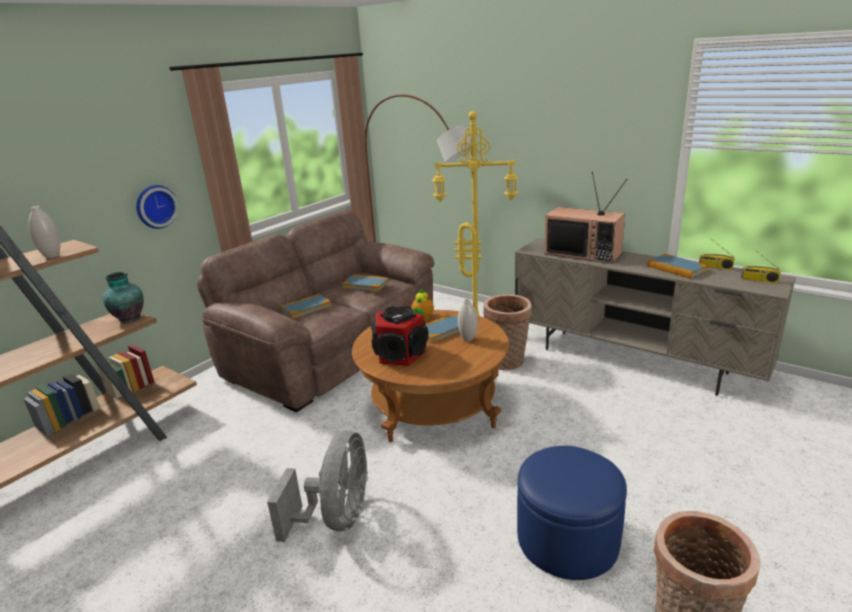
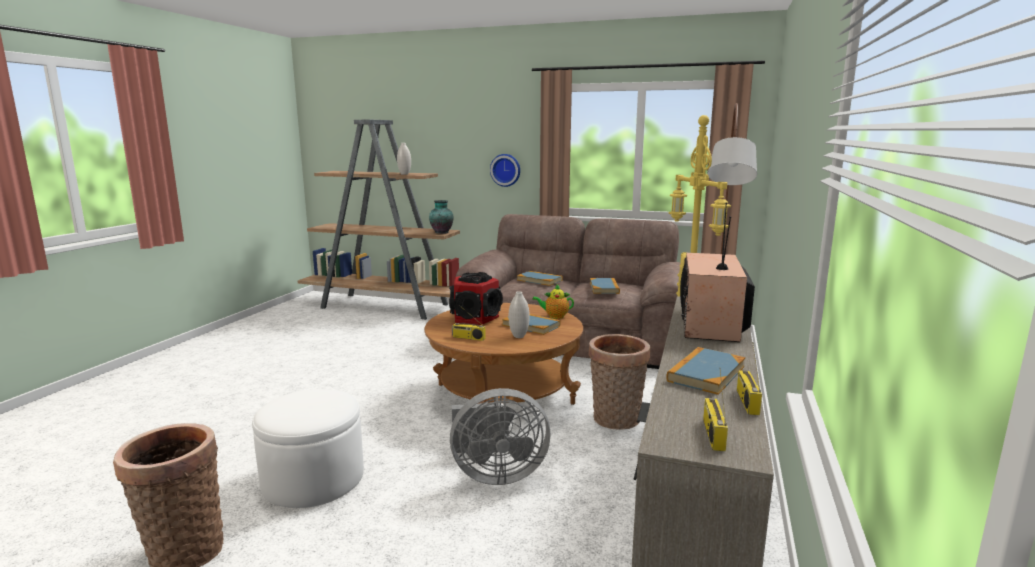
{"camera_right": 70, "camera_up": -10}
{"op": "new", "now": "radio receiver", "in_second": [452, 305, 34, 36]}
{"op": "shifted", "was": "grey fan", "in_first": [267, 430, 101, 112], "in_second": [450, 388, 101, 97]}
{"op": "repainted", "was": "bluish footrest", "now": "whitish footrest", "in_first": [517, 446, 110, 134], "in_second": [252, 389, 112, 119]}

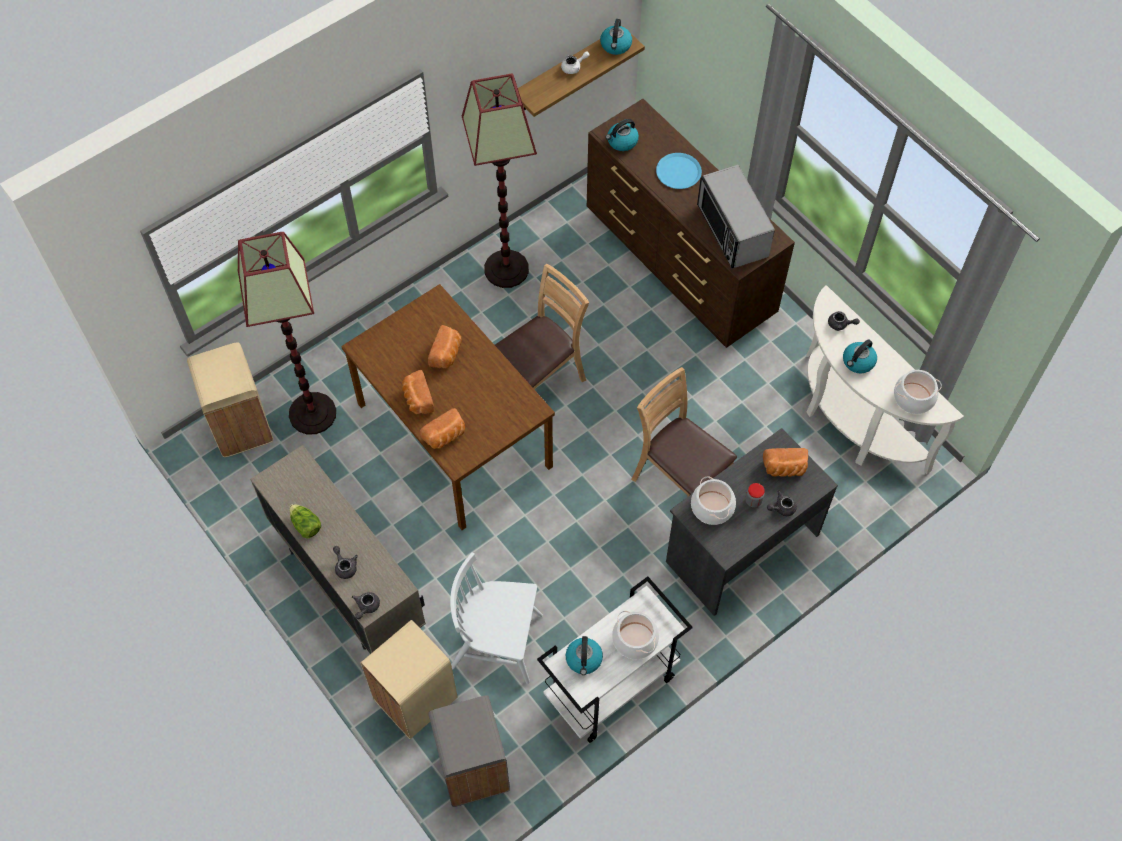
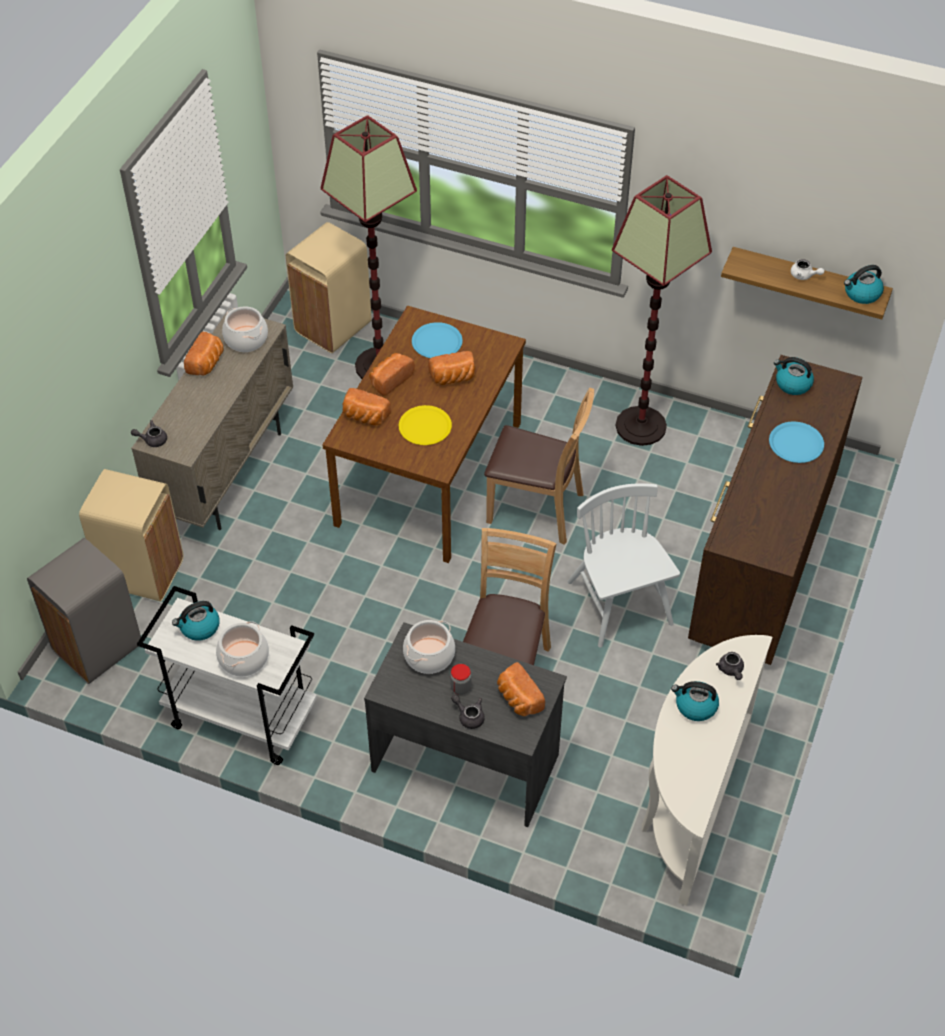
{"camera_right": 60, "camera_up": -10}
{"op": "gone", "was": "grey teapot", "in_first": [333, 546, 25, 33]}
{"op": "gone", "was": "kitchen microwave", "in_first": [697, 165, 78, 103]}
{"op": "new", "now": "yellowish plate", "in_second": [399, 405, 53, 40]}
{"op": "new", "now": "bluish plate", "in_second": [412, 322, 51, 36]}
{"op": "shifted", "was": "whitish upright chair", "in_first": [450, 552, 93, 132], "in_second": [567, 483, 113, 165]}
{"op": "shifted", "was": "cooking pot", "in_first": [894, 370, 48, 44], "in_second": [222, 306, 46, 46]}
{"op": "swapped", "was": "lettuce head", "now": "baked bread", "in_first": [289, 504, 32, 34], "in_second": [184, 332, 40, 43]}

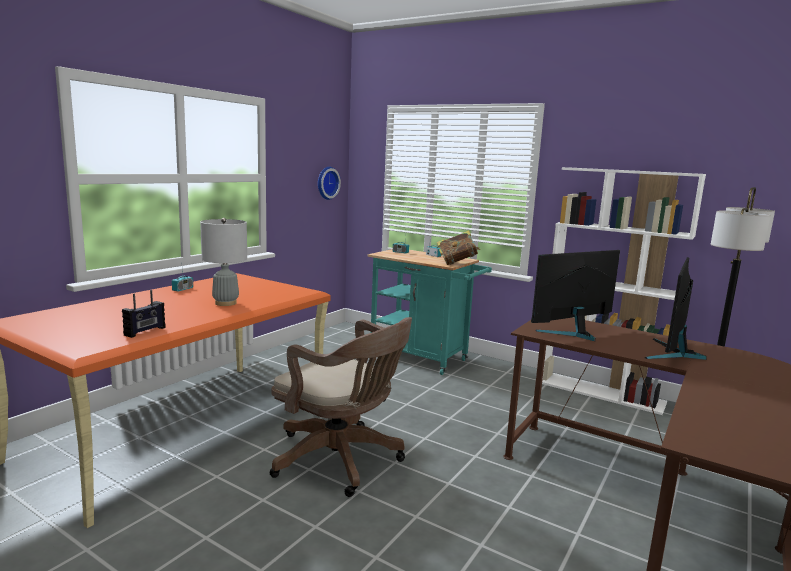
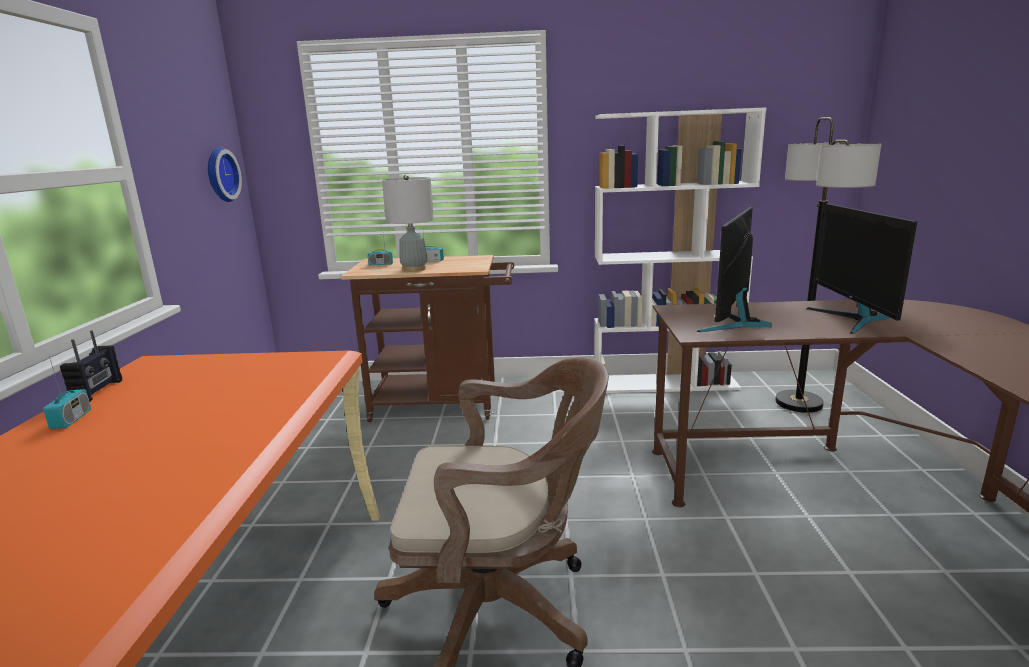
{"camera_right": -30, "camera_up": 5}
{"op": "gone", "was": "volume", "in_first": [437, 230, 43, 35]}
{"op": "shifted", "was": "radio receiver", "in_first": [122, 290, 43, 48], "in_second": [60, 330, 62, 72]}
{"op": "shifted", "was": "grey table lamp", "in_first": [200, 218, 47, 88], "in_second": [382, 175, 52, 97]}
{"op": "repainted", "was": "blue-green wheeled cart", "now": "brown-coloured wheeled cart", "in_first": [368, 249, 124, 126], "in_second": [341, 255, 173, 167]}

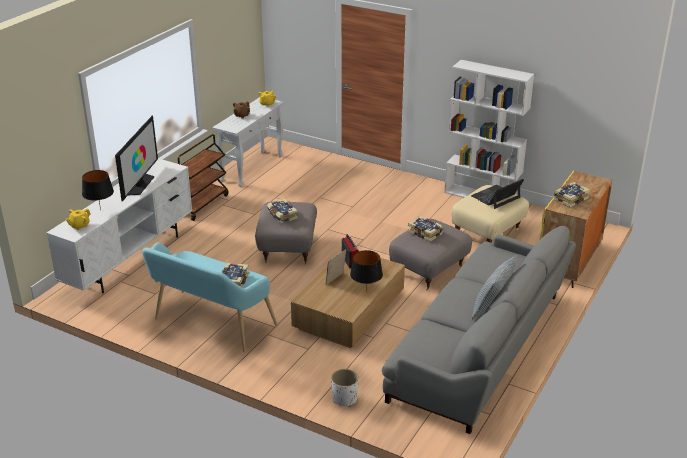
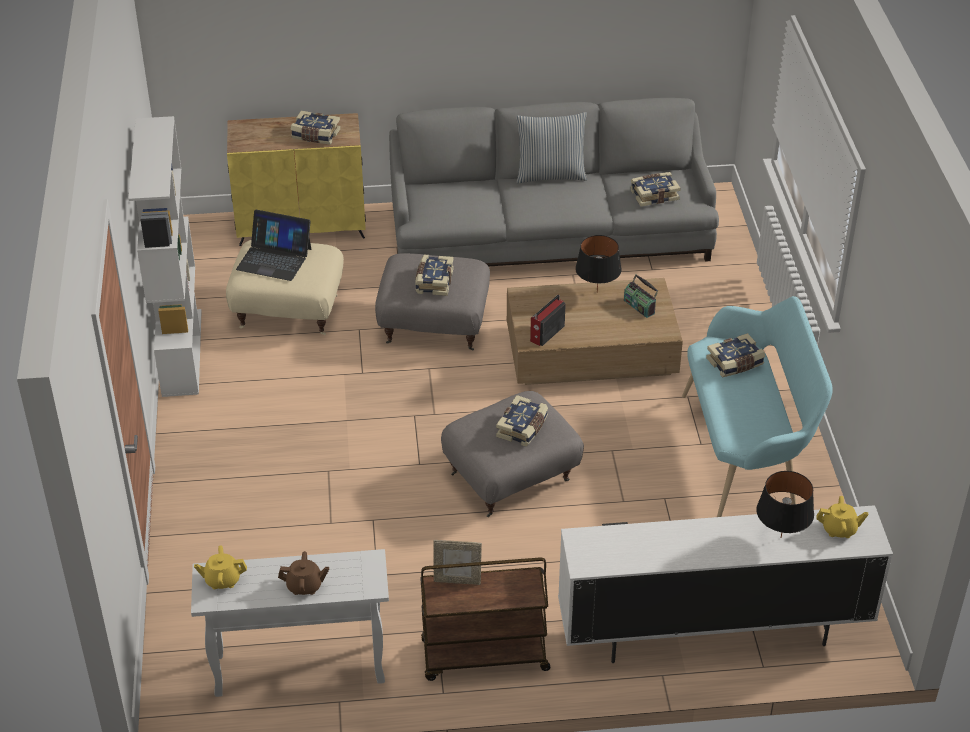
{"camera_right": -125, "camera_up": 10}
{"op": "gone", "was": "TV", "in_first": [115, 115, 43, 87]}
{"op": "gone", "was": "whitish plant pot", "in_first": [331, 369, 28, 38]}
{"op": "new", "now": "radio receiver", "in_second": [624, 274, 34, 44]}
{"op": "new", "now": "volume", "in_second": [630, 172, 51, 35]}
{"op": "shifted", "was": "photo frame", "in_first": [326, 249, 20, 36], "in_second": [433, 540, 49, 45]}

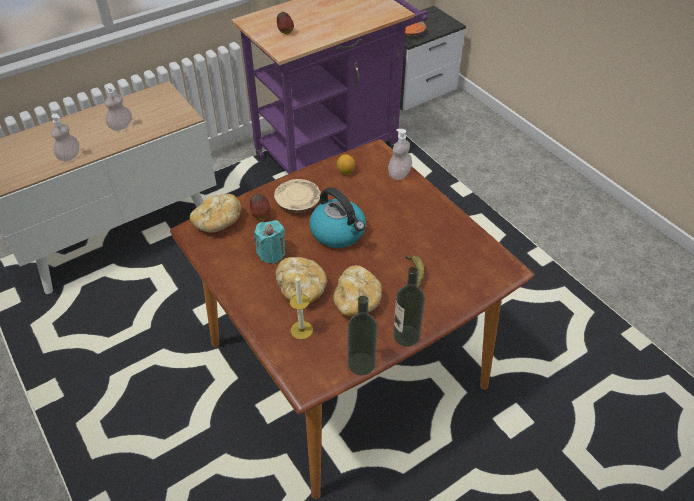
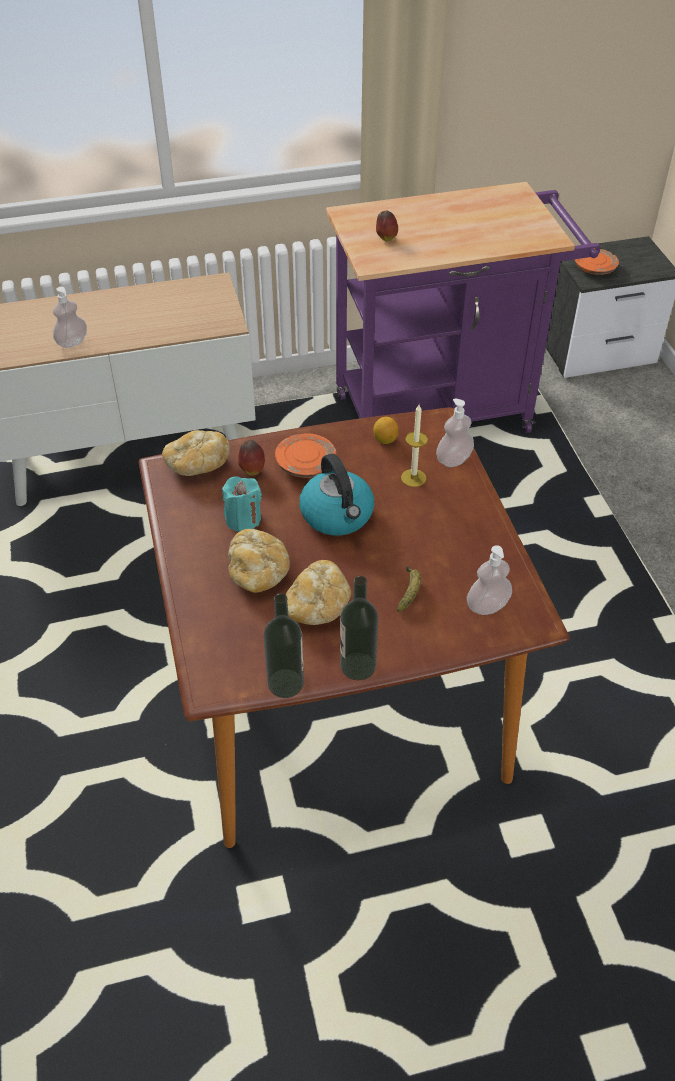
{"camera_right": 20, "camera_up": 0}
{"op": "shifted", "was": "liquid soap bottle", "in_first": [104, 84, 28, 47], "in_second": [467, 545, 45, 70]}
{"op": "shifted", "was": "wax candle", "in_first": [289, 275, 24, 64], "in_second": [401, 405, 27, 82]}
{"op": "repainted", "was": "beige-coloured plate", "now": "orangey plate", "in_first": [274, 179, 47, 33], "in_second": [275, 433, 61, 45]}

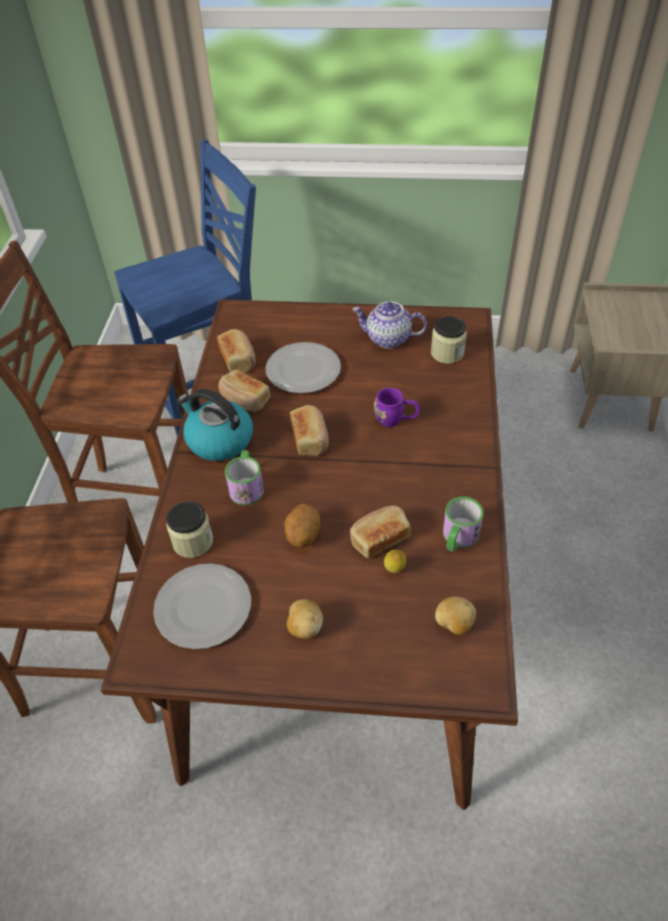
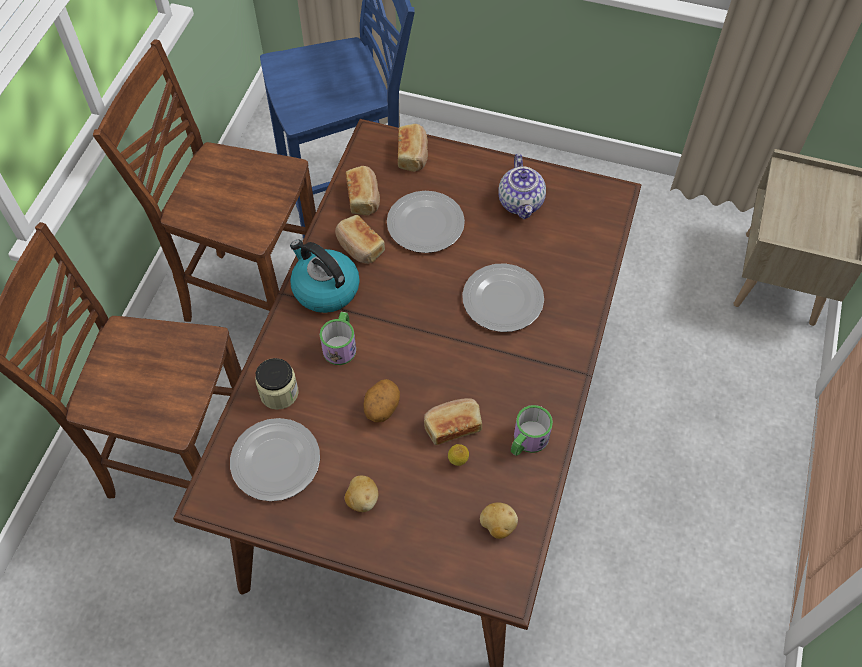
{"camera_right": 10, "camera_up": 10}
{"op": "gone", "was": "storage jar", "in_first": [431, 316, 36, 48]}
{"op": "shifted", "was": "baked bread", "in_first": [290, 405, 39, 51], "in_second": [398, 124, 30, 48]}
{"op": "swapped", "was": "purplish mug", "now": "plate", "in_first": [374, 388, 46, 39], "in_second": [462, 264, 82, 68]}
{"op": "rotated", "was": "teapot", "in_first": [352, 301, 75, 48], "in_second": [498, 154, 48, 65], "clockwise": -120}

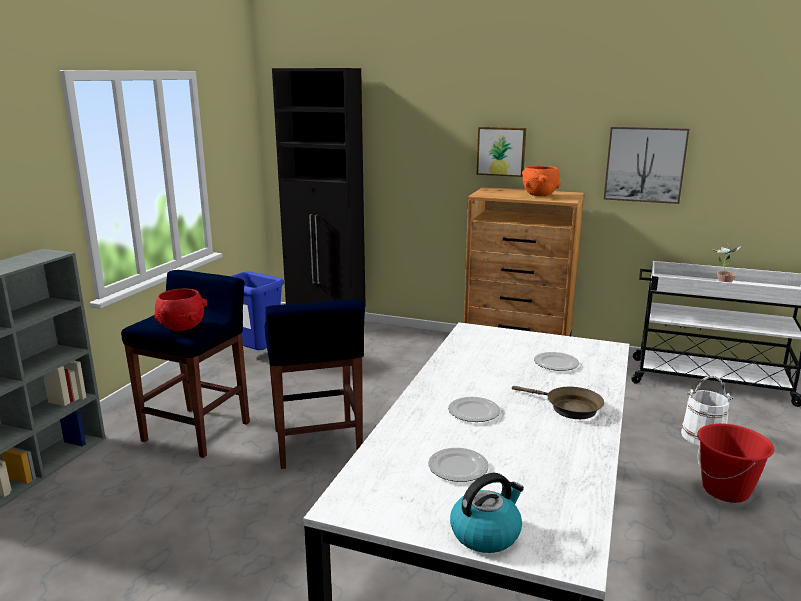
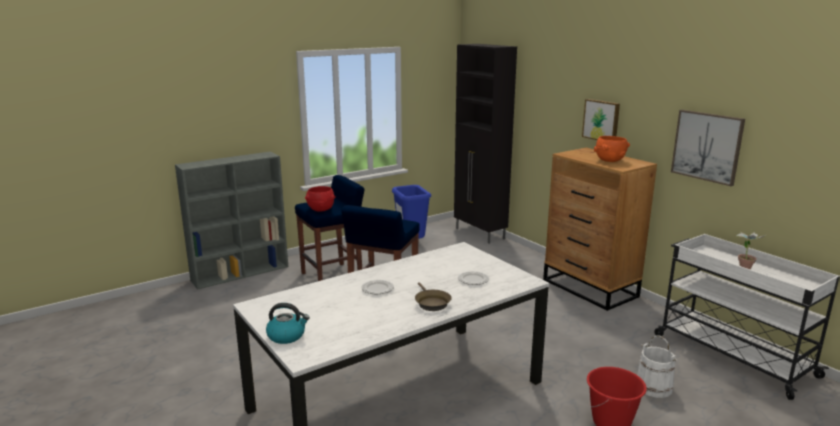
{"camera_right": 35, "camera_up": 0}
{"op": "gone", "was": "plate", "in_first": [428, 448, 61, 34]}

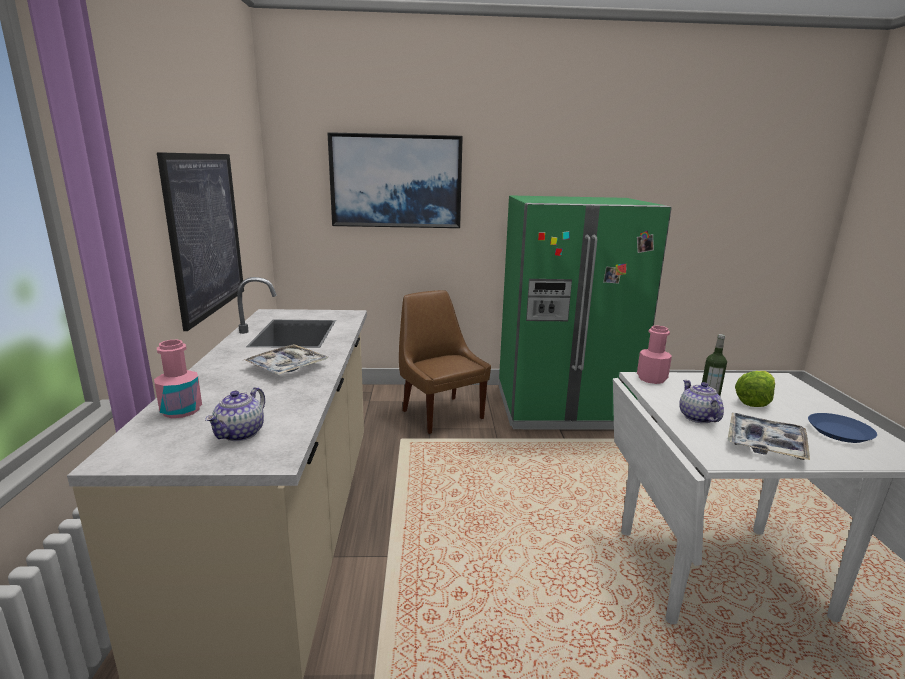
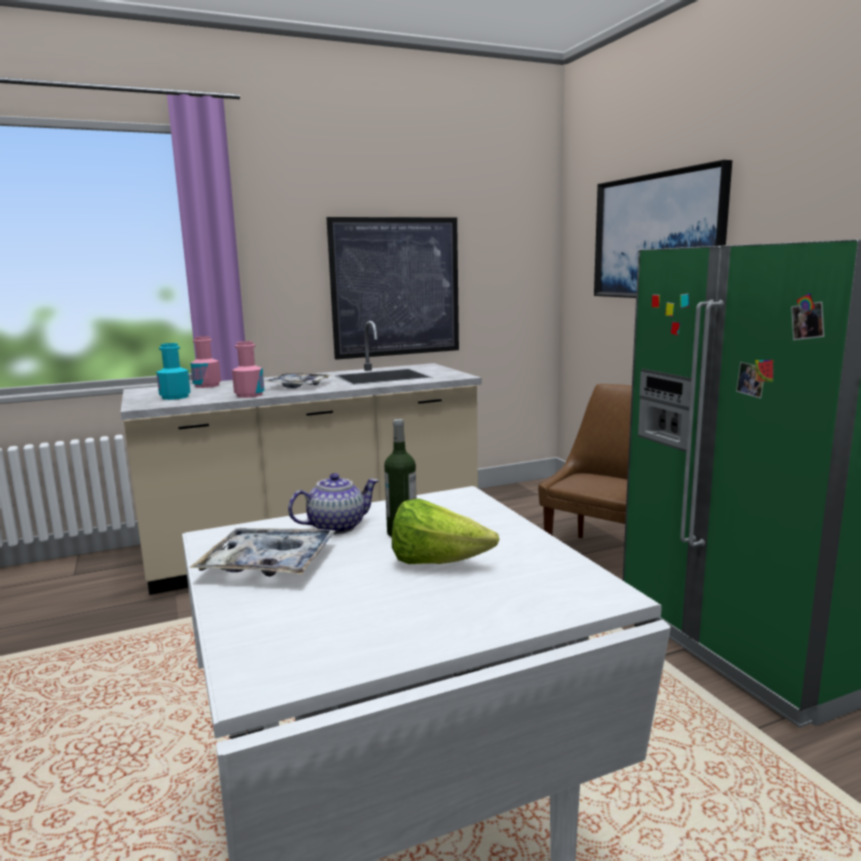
{"camera_right": 70, "camera_up": -5}
{"op": "gone", "was": "bluish plate", "in_first": [808, 413, 69, 30]}
{"op": "shifted", "was": "pink beverage bottle", "in_first": [637, 326, 35, 58], "in_second": [232, 341, 32, 57]}
{"op": "swapped", "was": "teapot", "now": "blue-green beverage bottle", "in_first": [205, 387, 60, 54], "in_second": [156, 343, 35, 57]}

